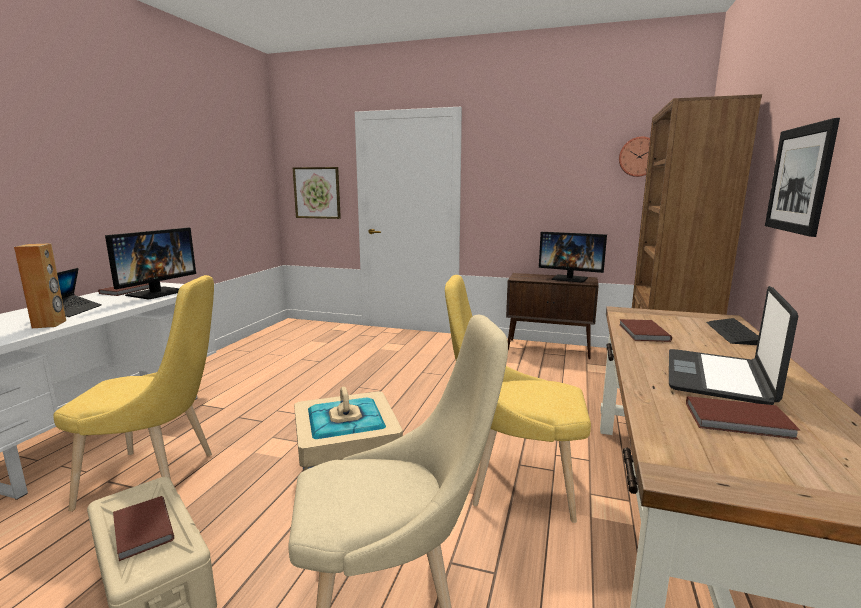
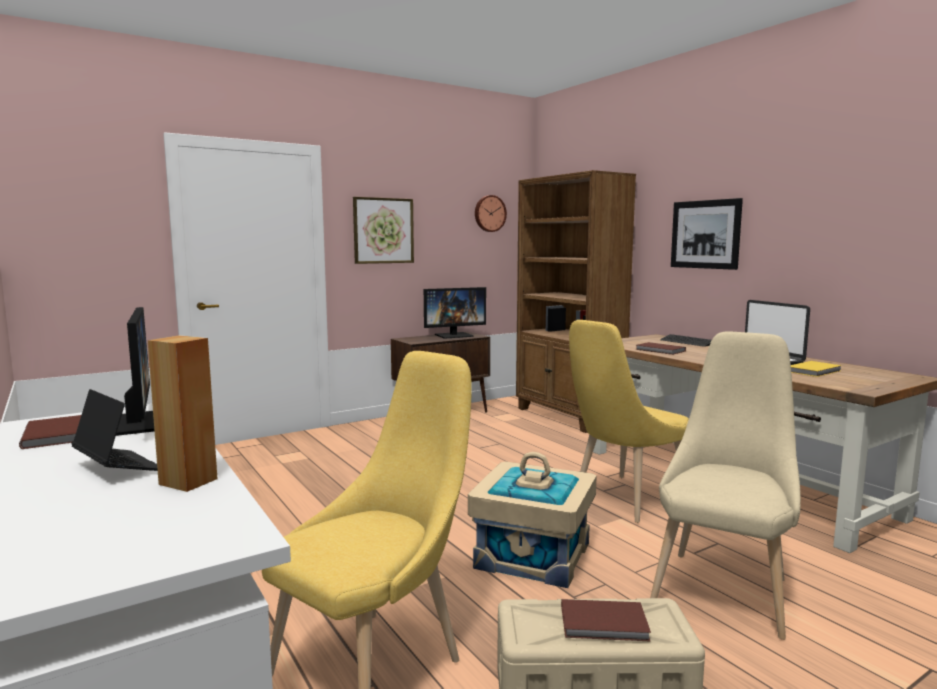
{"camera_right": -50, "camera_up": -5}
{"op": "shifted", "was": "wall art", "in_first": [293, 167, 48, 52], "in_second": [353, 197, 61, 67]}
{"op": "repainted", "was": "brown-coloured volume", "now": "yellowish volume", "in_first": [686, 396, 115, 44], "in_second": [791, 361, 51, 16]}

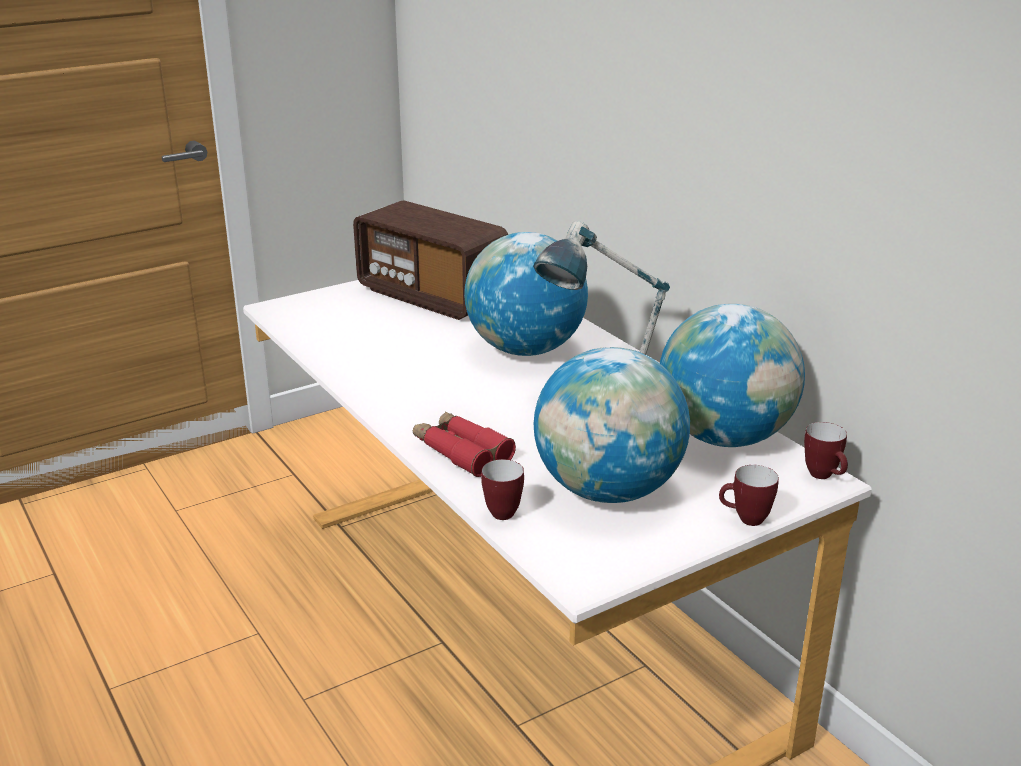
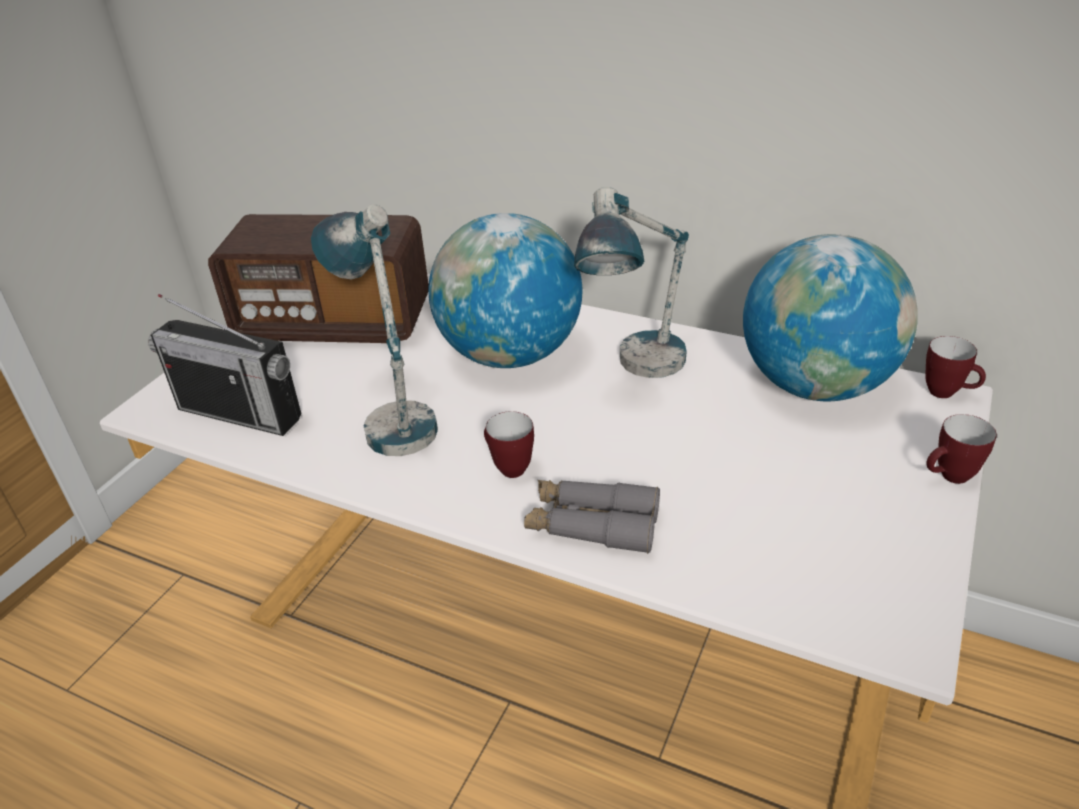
{"camera_right": -30, "camera_up": 10}
{"op": "gone", "was": "world globe", "in_first": [534, 347, 156, 156]}
{"op": "new", "now": "radio receiver", "in_second": [148, 294, 153, 142]}
{"op": "new", "now": "table lamp", "in_second": [311, 204, 127, 252]}
{"op": "shifted", "was": "mug", "in_first": [481, 459, 43, 61], "in_second": [484, 411, 50, 67]}
{"op": "repainted", "was": "red-coloured pair of binoculars", "now": "grey pair of binoculars", "in_first": [413, 412, 103, 65], "in_second": [524, 480, 136, 74]}

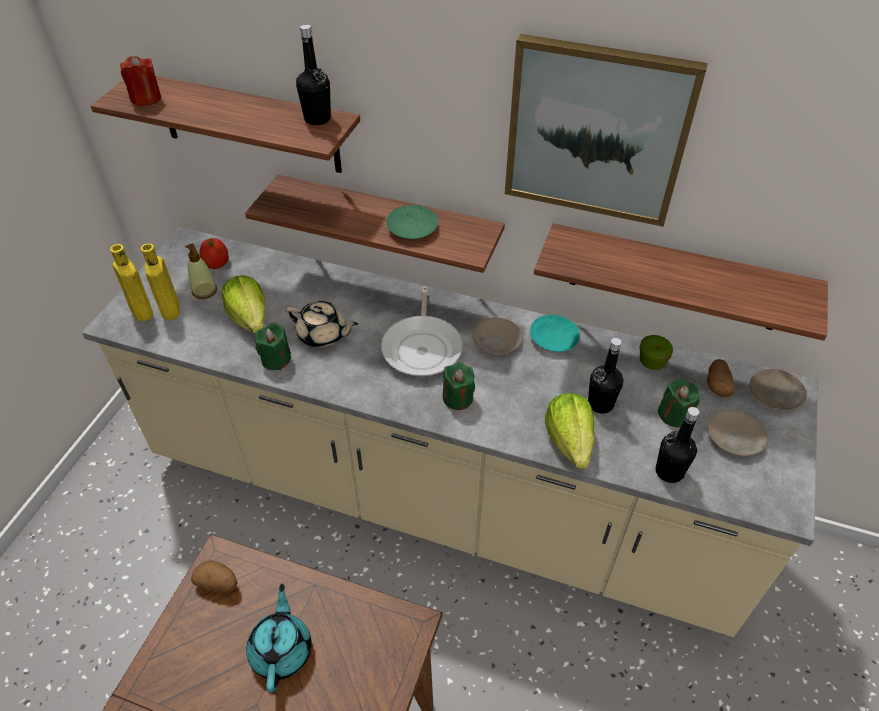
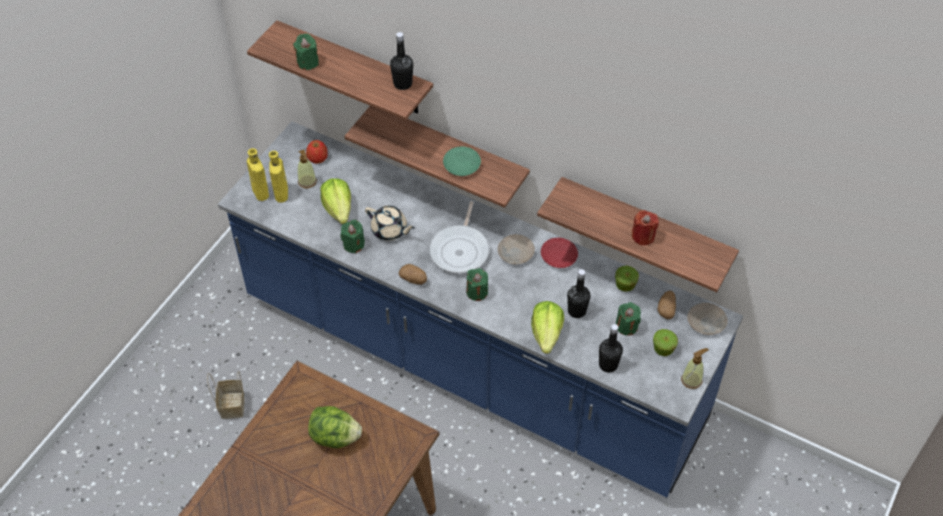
{"camera_right": 10, "camera_up": 5}
{"op": "gone", "was": "wall art", "in_first": [505, 34, 203, 193]}
{"op": "new", "now": "storage basket", "in_second": [207, 371, 37, 48]}
{"op": "new", "now": "greenish wax candle", "in_second": [293, 34, 26, 36]}
{"op": "new", "now": "liquid soap bottle", "in_second": [681, 348, 27, 41]}
{"op": "shifted", "was": "red-coloured wax candle", "in_first": [120, 56, 41, 50], "in_second": [632, 210, 27, 35]}
{"op": "shifted", "was": "spud", "in_first": [191, 560, 46, 33], "in_second": [399, 264, 28, 21]}
{"op": "swapped", "was": "blue-green teapot", "now": "lettuce head", "in_first": [246, 584, 66, 108], "in_second": [308, 406, 54, 42]}
{"op": "swapped", "was": "beige-coloured plate", "now": "apple", "in_first": [708, 410, 59, 46], "in_second": [653, 329, 25, 27]}
{"op": "repainted", "was": "beige-coloured counter", "now": "bluish counter", "in_first": [82, 227, 736, 410], "in_second": [218, 121, 525, 377]}
{"op": "repainted", "was": "blue-green plate", "now": "red-coloured plate", "in_first": [530, 315, 50, 37], "in_second": [541, 238, 37, 30]}

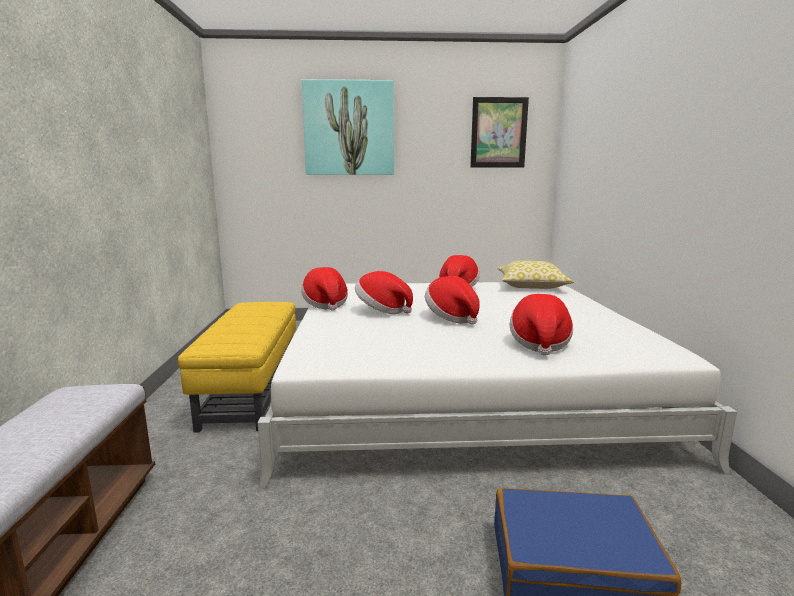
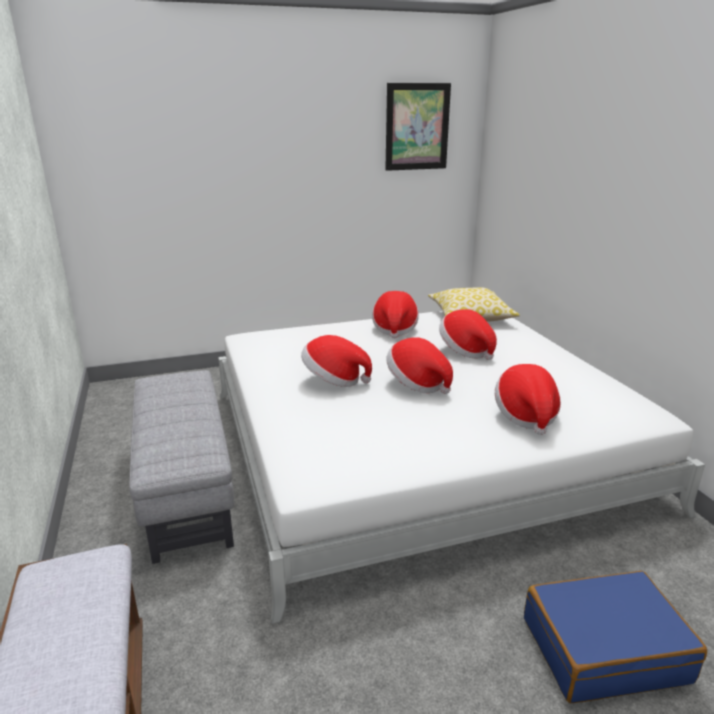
{"camera_right": -15, "camera_up": 10}
{"op": "gone", "was": "wall art", "in_first": [302, 79, 92, 96]}
{"op": "shifted", "was": "clothing hat", "in_first": [301, 267, 47, 44], "in_second": [439, 309, 58, 51]}
{"op": "repainted", "was": "yellowish footrest", "now": "grey footrest", "in_first": [178, 302, 118, 130], "in_second": [129, 370, 105, 194]}

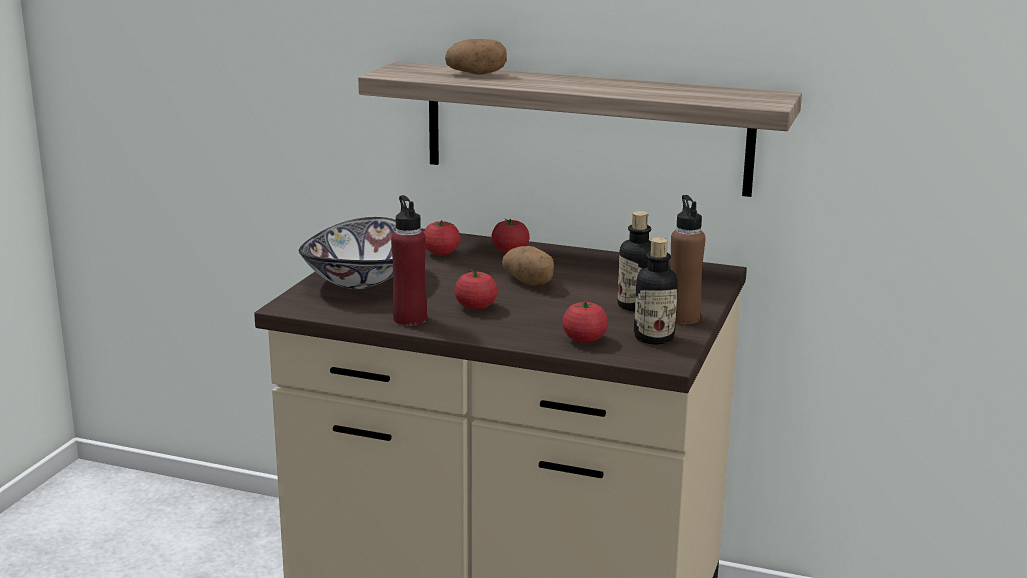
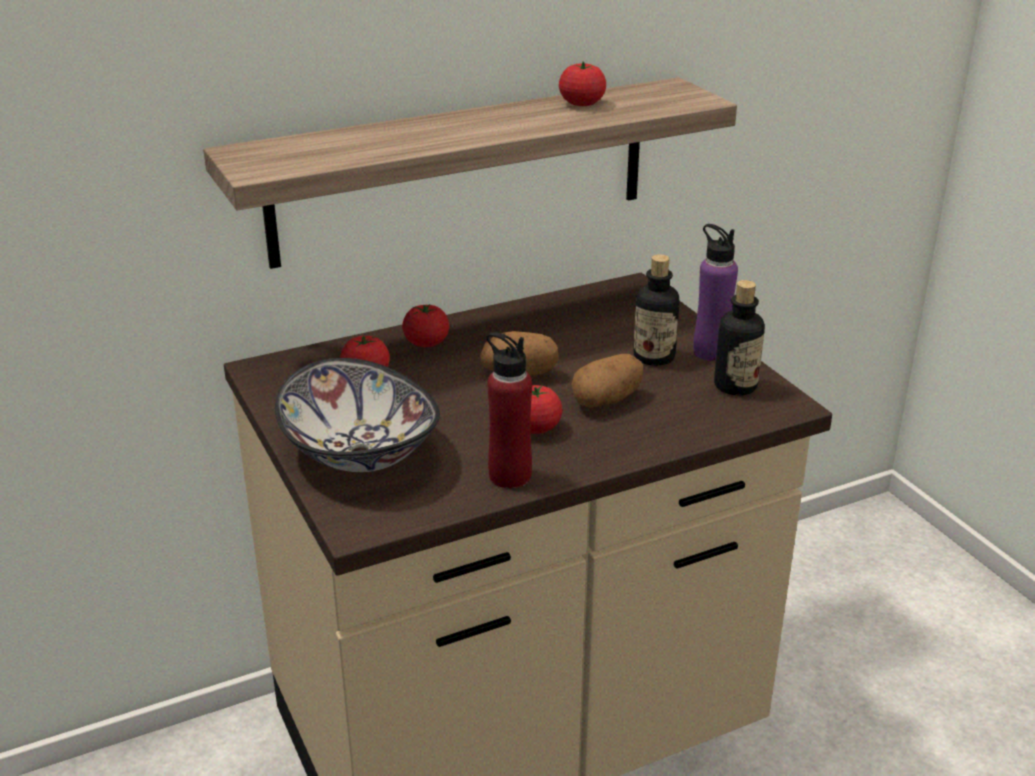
{"camera_right": -45, "camera_up": 10}
{"op": "shifted", "was": "spud", "in_first": [445, 39, 62, 36], "in_second": [572, 354, 71, 54]}
{"op": "shifted", "was": "whole tomato", "in_first": [562, 301, 46, 42], "in_second": [559, 61, 47, 45]}
{"op": "repainted", "was": "brown-coloured beverage bottle", "now": "purplish beverage bottle", "in_first": [671, 195, 35, 129], "in_second": [693, 224, 45, 137]}

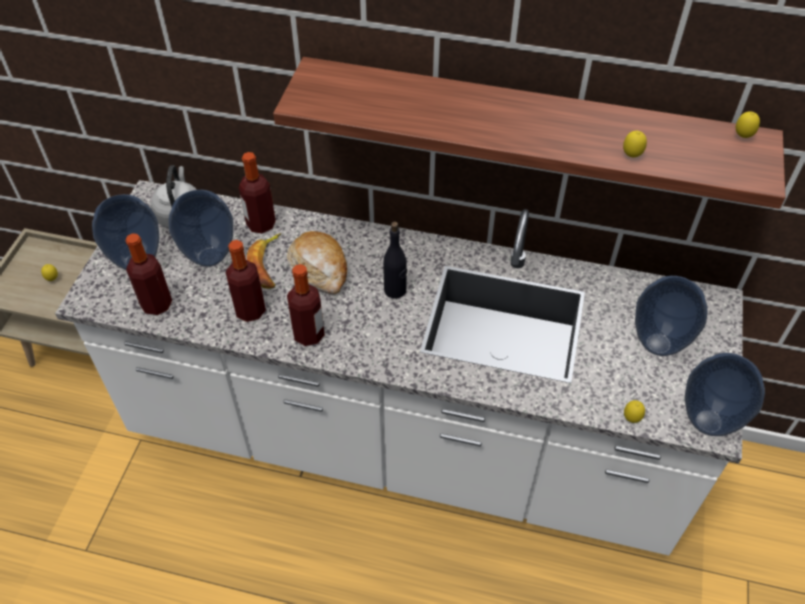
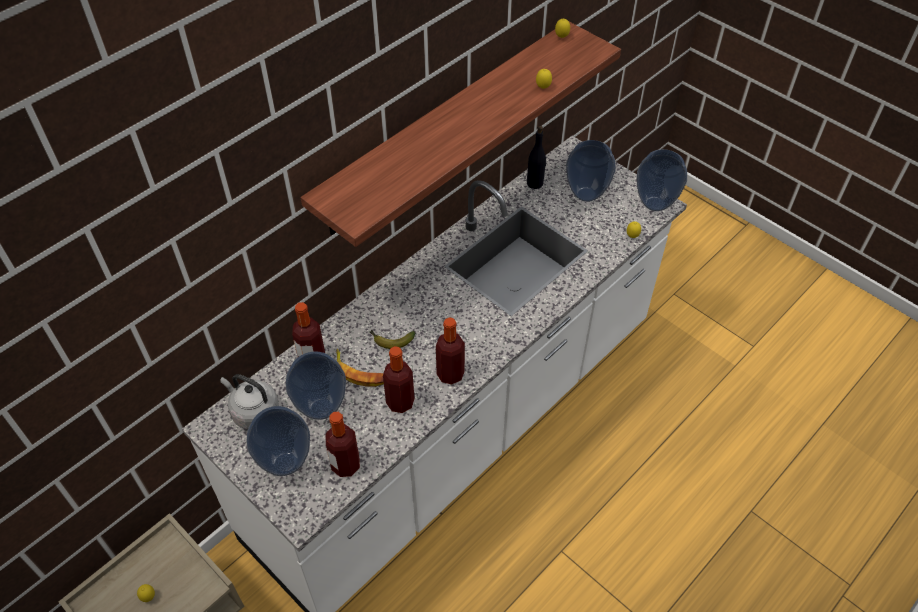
{"camera_right": -60, "camera_up": 0}
{"op": "shifted", "was": "blackish beverage bottle", "in_first": [383, 221, 24, 78], "in_second": [527, 126, 19, 63]}
{"op": "swapped", "was": "baked bread", "now": "banana", "in_first": [287, 231, 60, 63], "in_second": [370, 330, 46, 19]}

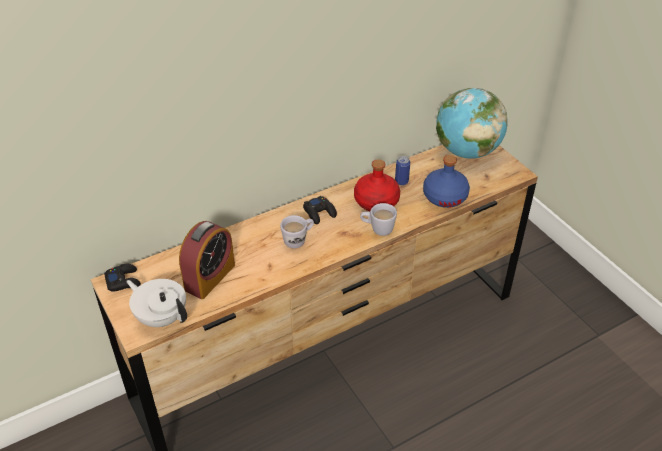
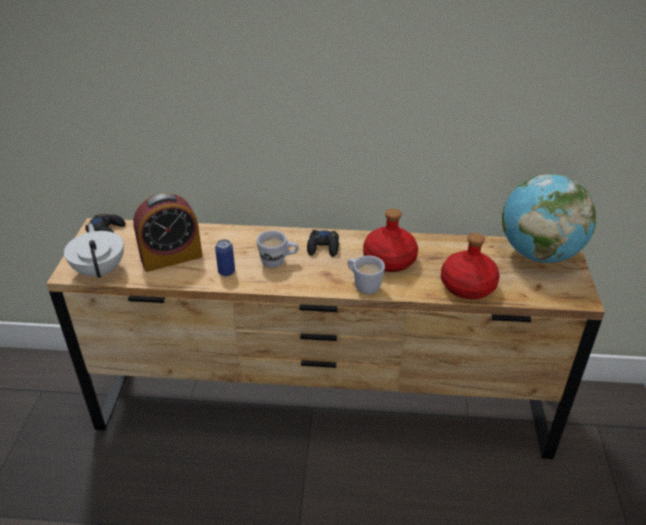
{"camera_right": 35, "camera_up": -5}
{"op": "shifted", "was": "metal can", "in_first": [395, 156, 15, 29], "in_second": [215, 239, 20, 37]}
{"op": "repainted", "was": "bluish beverage bottle", "now": "red-coloured beverage bottle", "in_first": [423, 155, 47, 53], "in_second": [441, 233, 59, 66]}

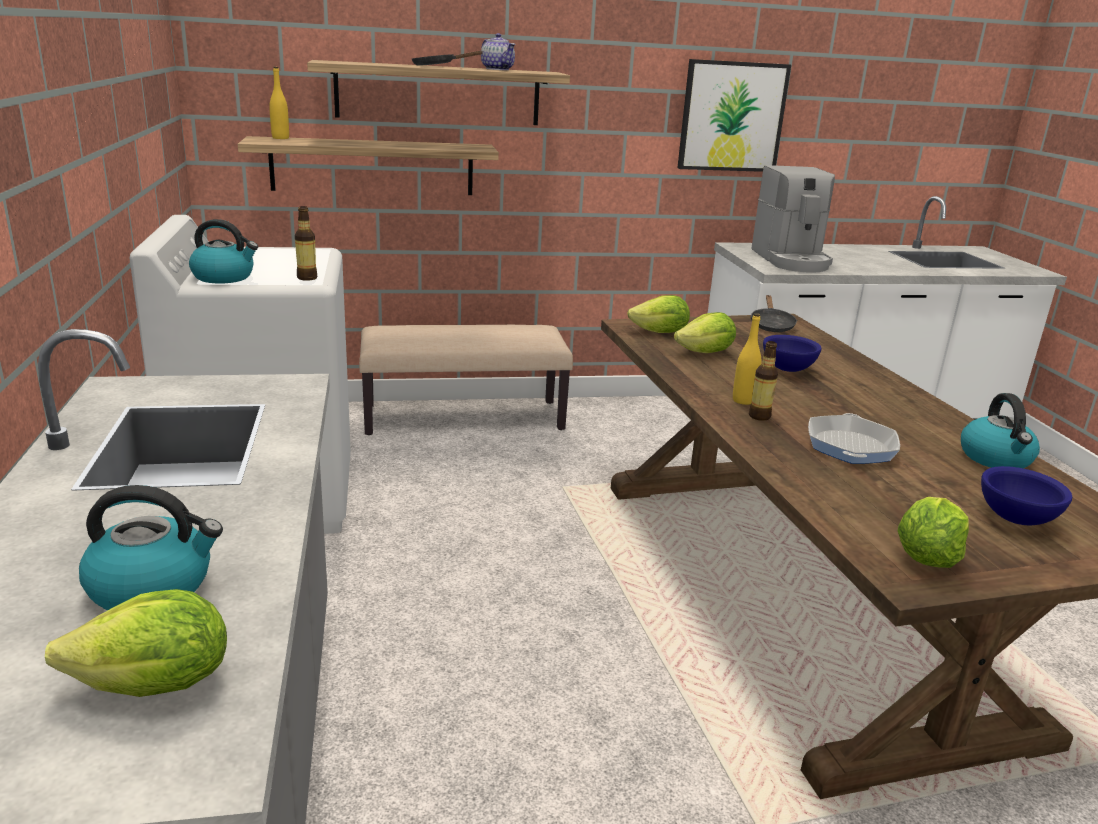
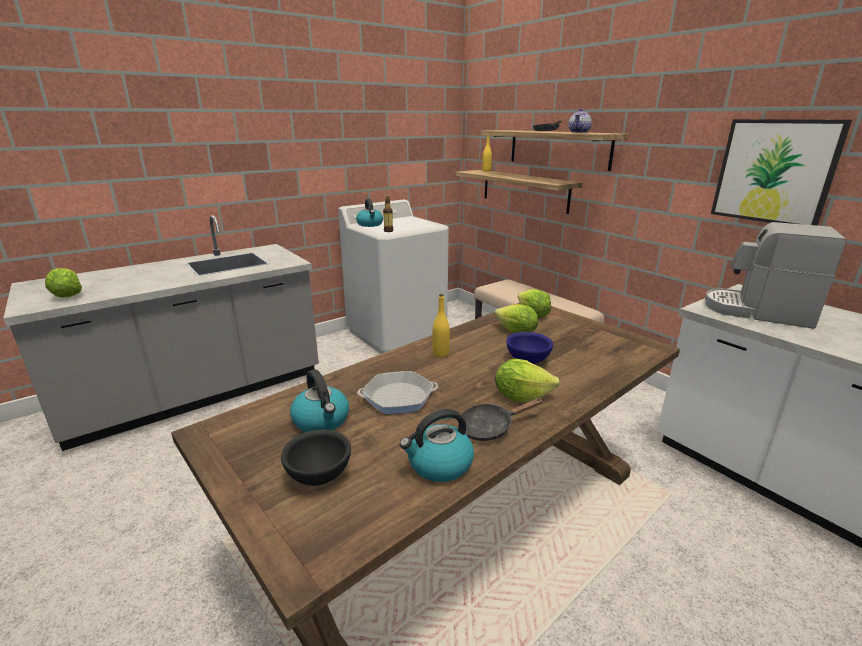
{"camera_right": 65, "camera_up": 0}
{"op": "gone", "was": "beverage bottle", "in_first": [749, 341, 29, 80]}
{"op": "shifted", "was": "water kettle", "in_first": [79, 485, 144, 125], "in_second": [290, 370, 59, 62]}
{"op": "shifted", "was": "blackish frying pan", "in_first": [750, 295, 47, 37], "in_second": [458, 398, 85, 43]}
{"op": "shifted", "was": "lettuce head", "in_first": [898, 497, 71, 71], "in_second": [495, 359, 65, 43]}
{"op": "repainted", "was": "bluish serving bowl", "now": "blackish serving bowl", "in_first": [981, 466, 91, 59], "in_second": [281, 430, 70, 56]}
{"op": "rotated", "was": "coffee machine", "in_first": [751, 165, 84, 108], "in_second": [705, 222, 142, 107], "clockwise": 60}

